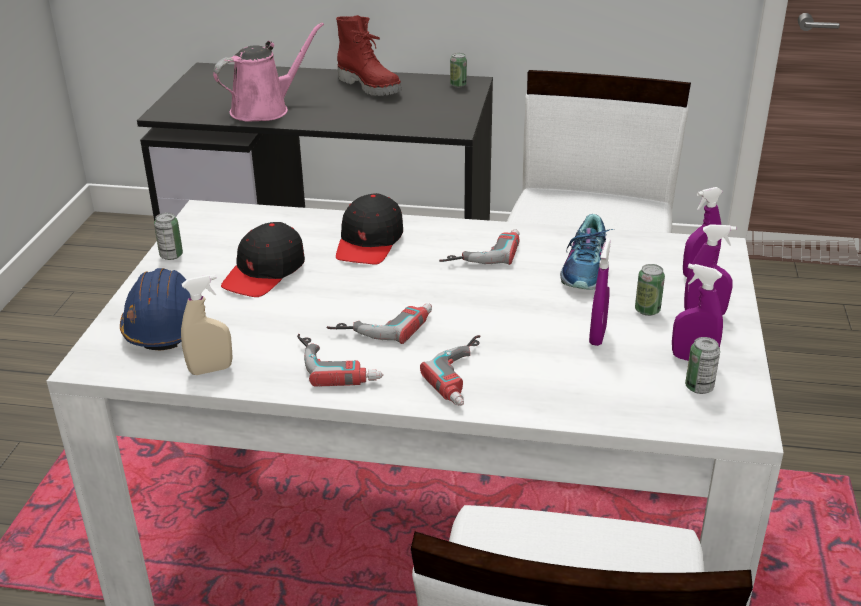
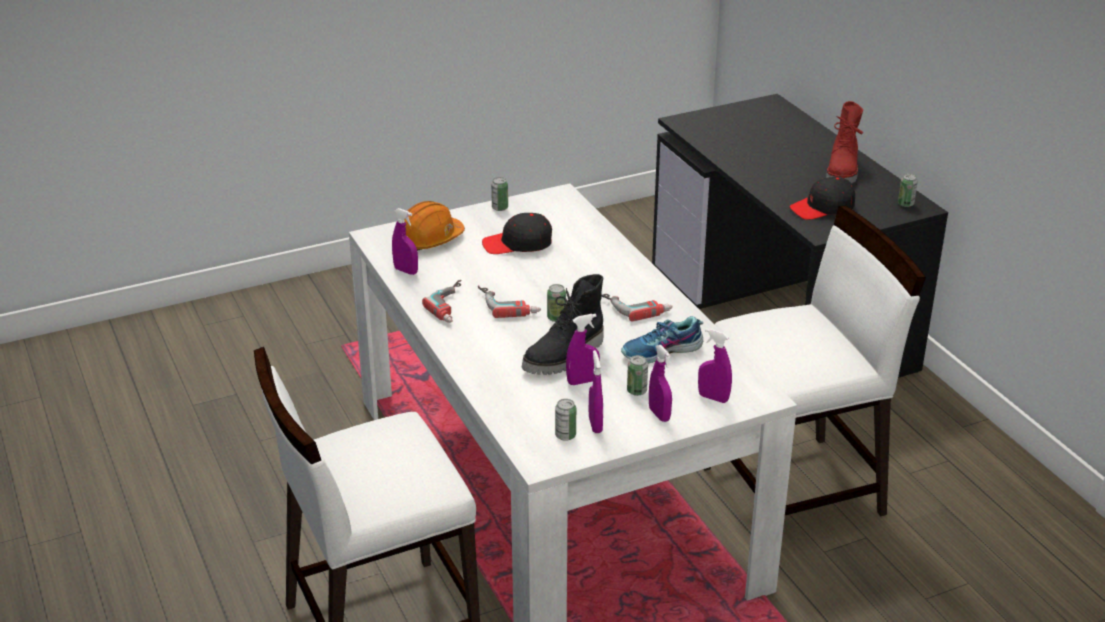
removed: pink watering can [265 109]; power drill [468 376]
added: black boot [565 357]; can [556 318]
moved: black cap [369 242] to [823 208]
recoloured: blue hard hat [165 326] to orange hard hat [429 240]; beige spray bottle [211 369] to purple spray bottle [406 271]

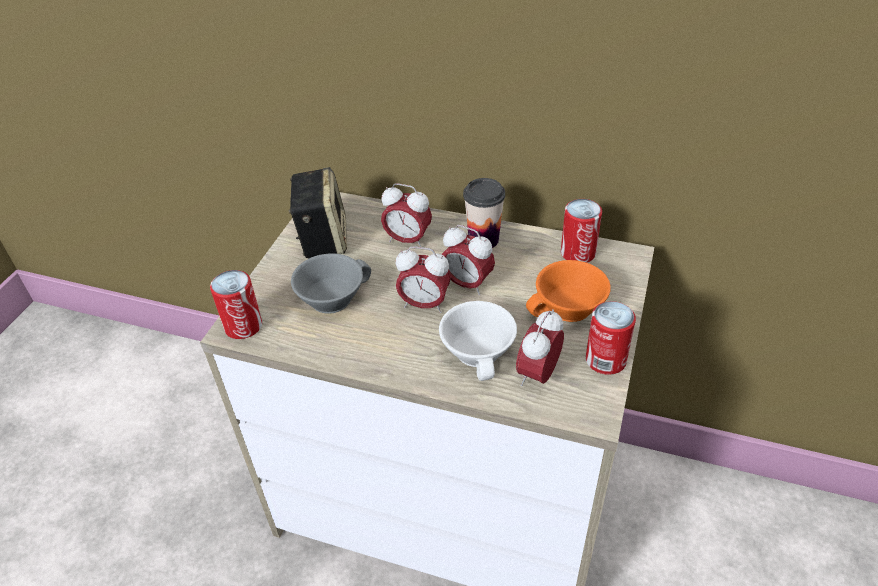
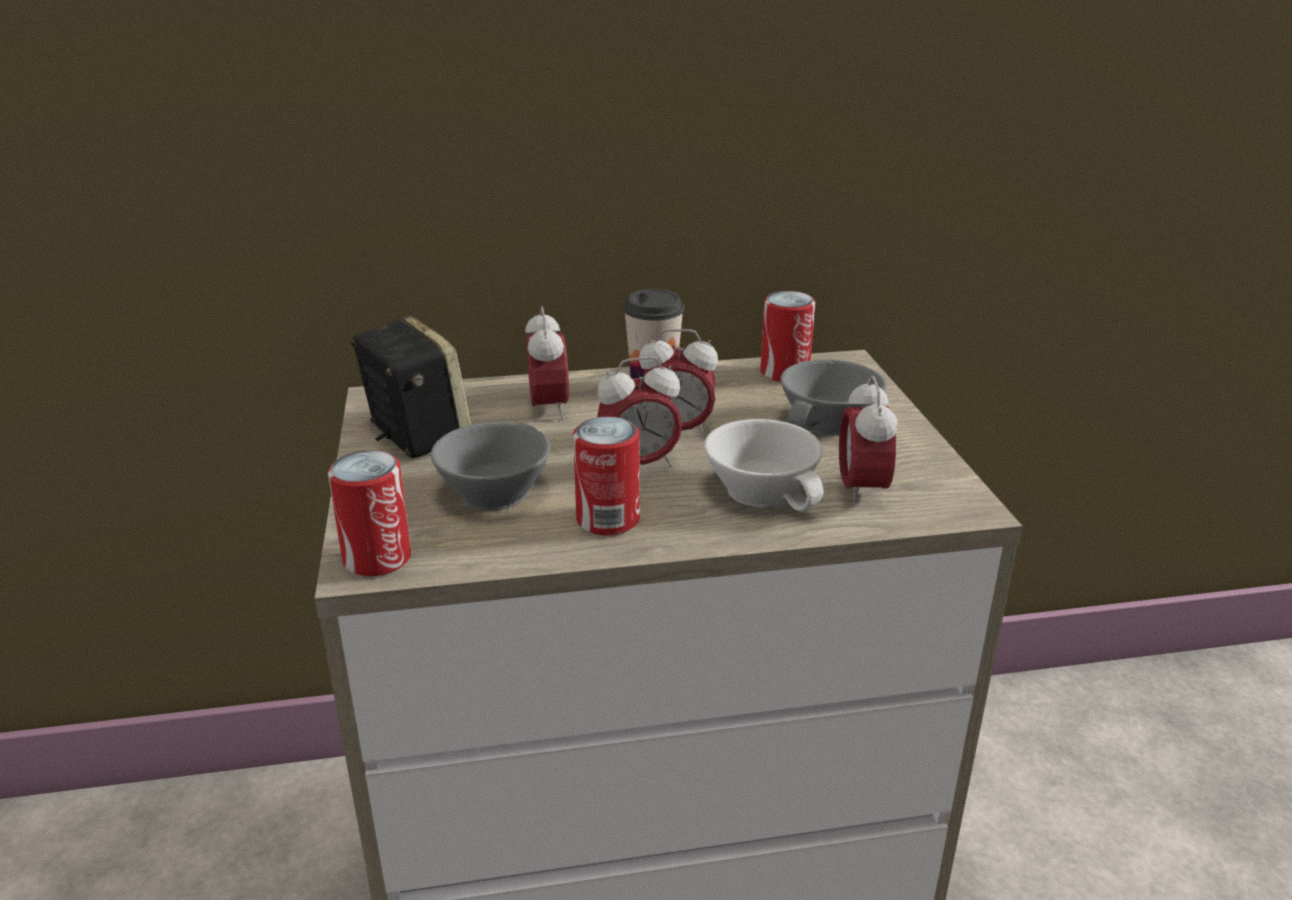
moved: can [605 360] to [608 519]
recoloured: orange cup [569 309] to grey cup [831 423]
turned: alarm clock [407 240] = [548 409] 90 degrees counterclockwise

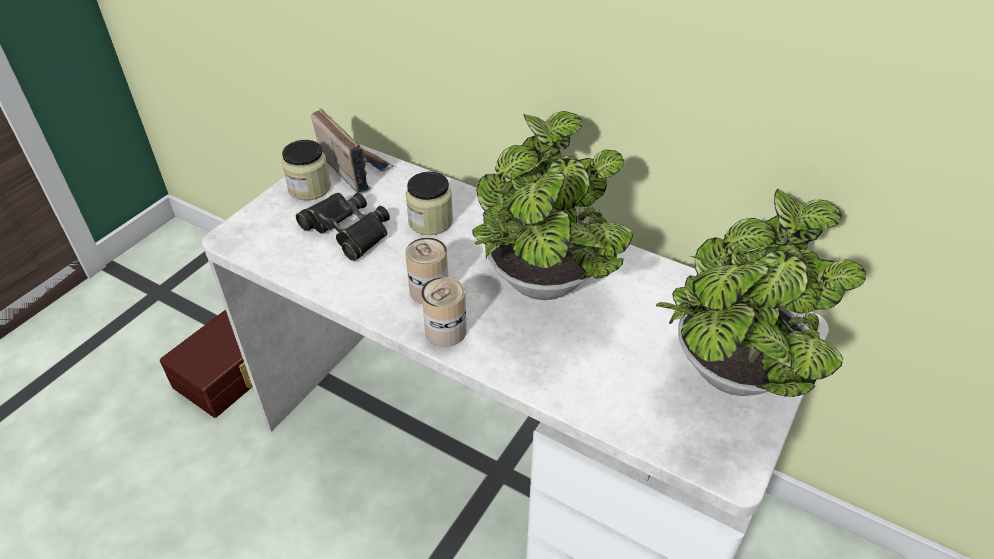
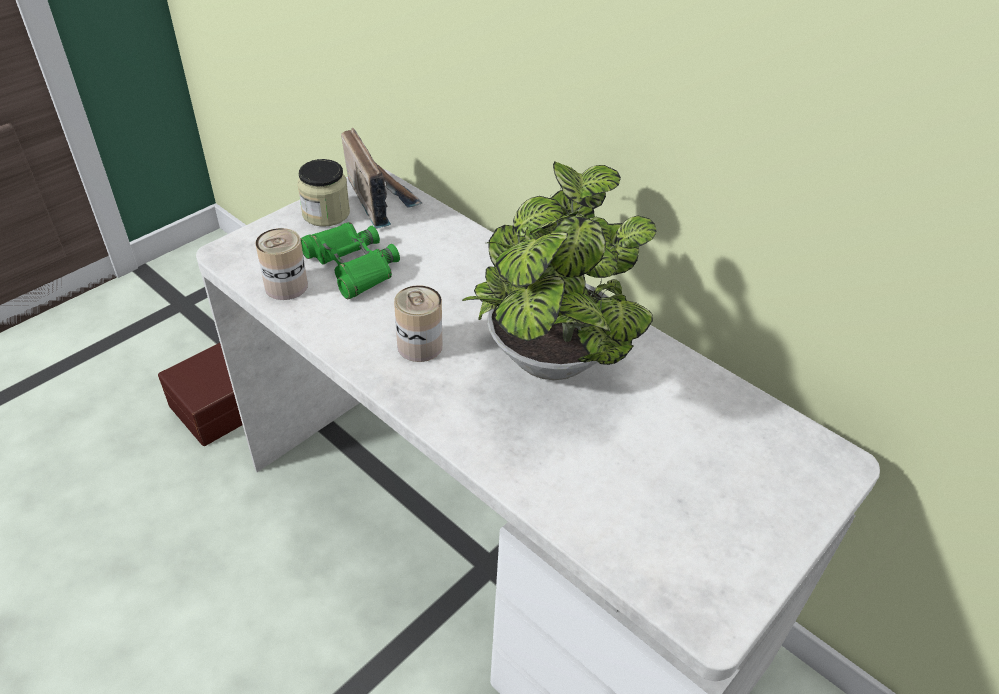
removed: jar [430 221]; potted plant [730 377]
moved: can [445 331] to [286 286]
recoloured: black binoculars [347 231] to green binoculars [351 266]

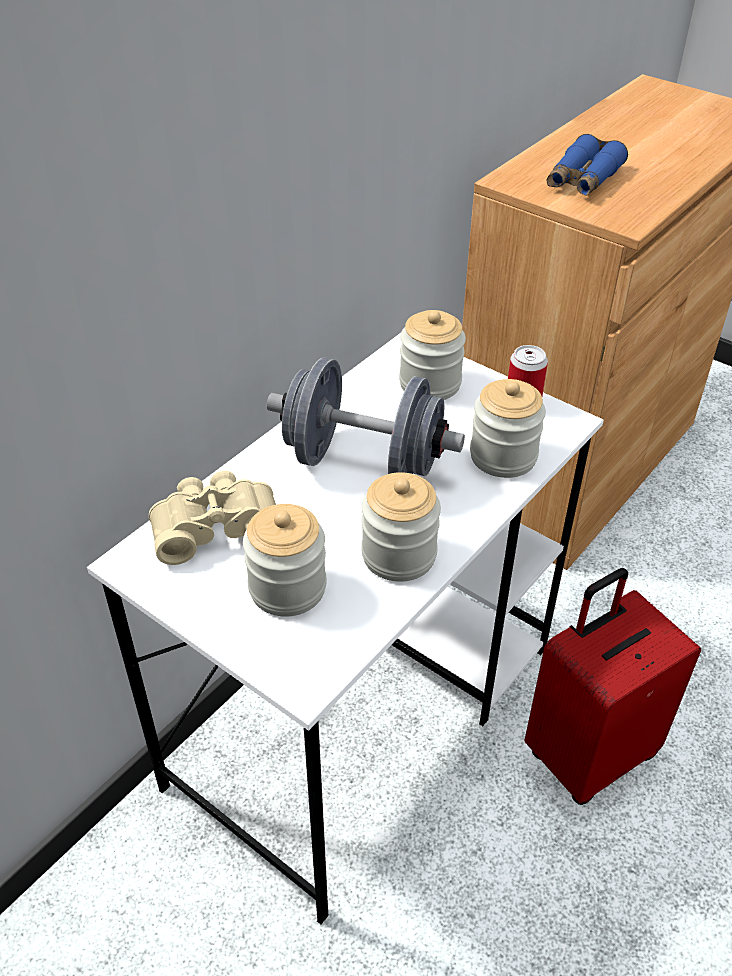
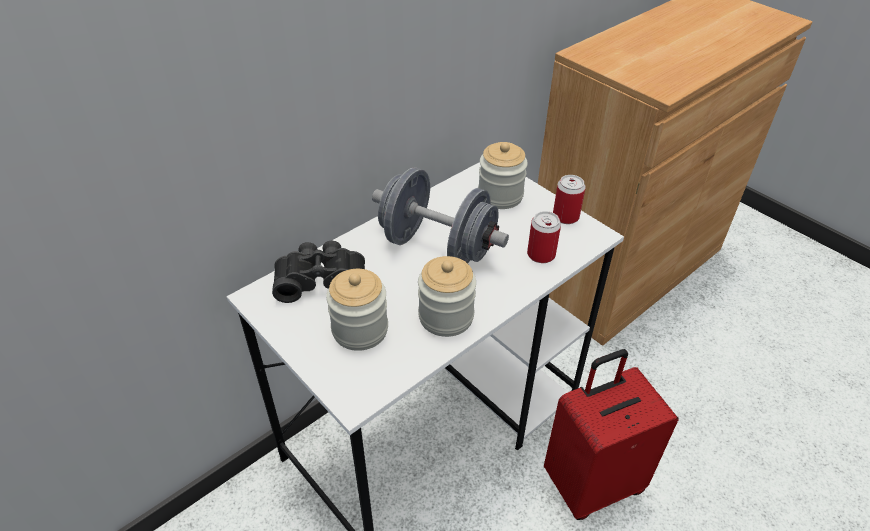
removed: blue binoculars [583 179]
replaced: jar [503 456] to can [541 254]
recoloured: beige binoculars [215 526] to black binoculars [321 279]

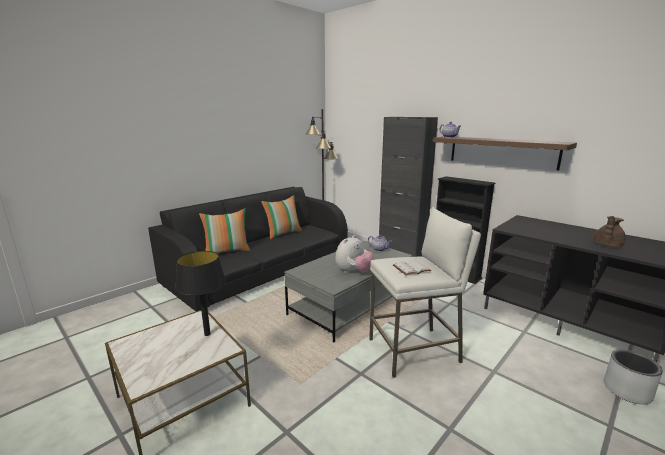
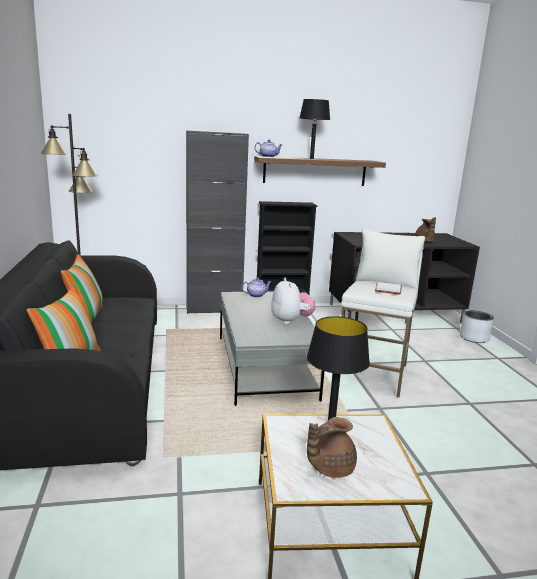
added: black table lamp [311 158]; brown teapot [329 468]

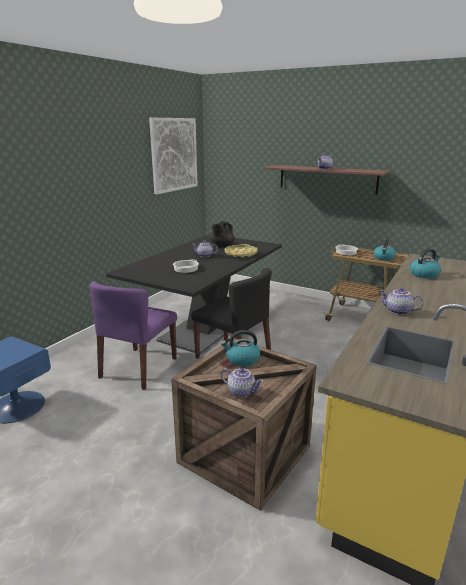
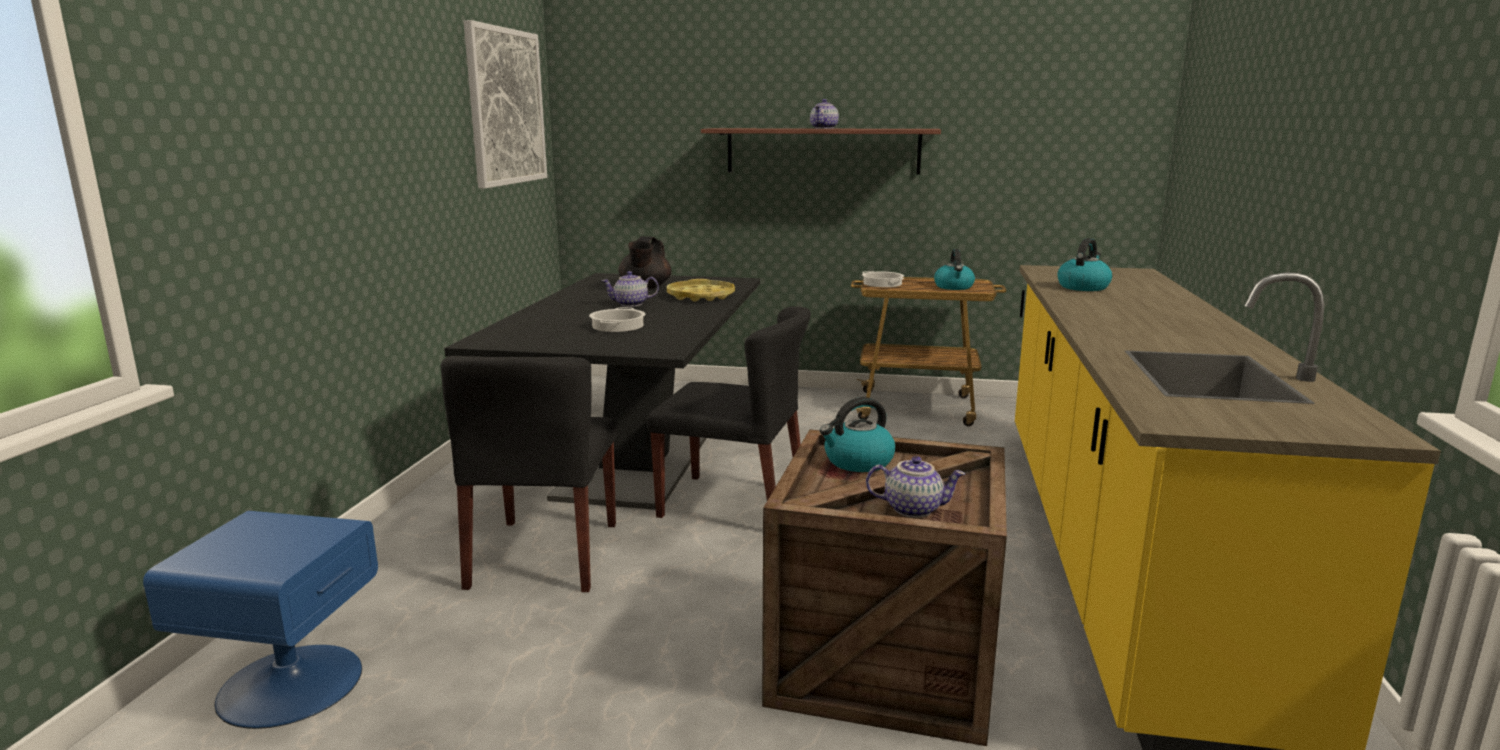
removed: teapot [397 311]
recoloured: purple chair [138 368] to black chair [545 555]

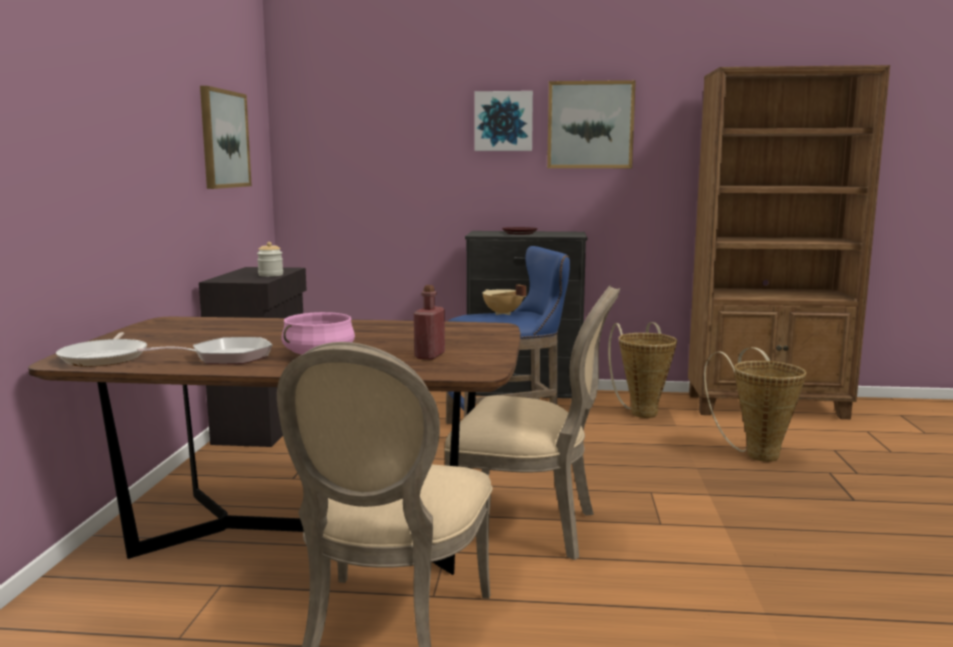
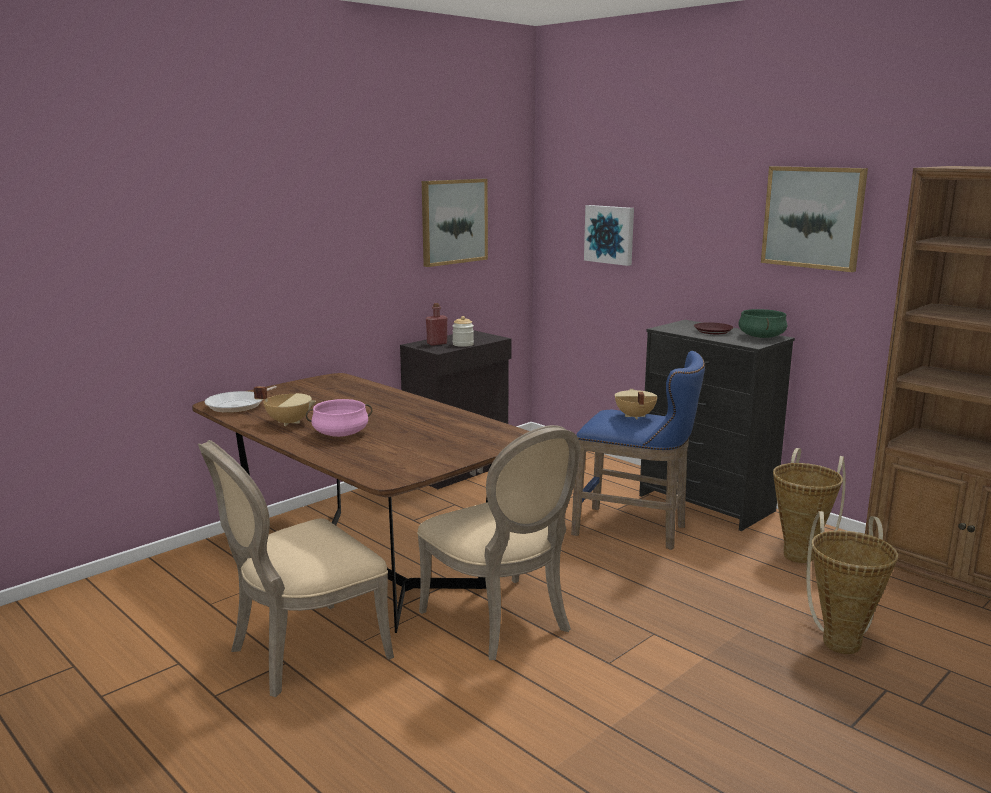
added: green cooking pot [761 336]
moved: picture [503 121] to [610 234]; red bottle [429 356] to [437 343]
replaced: frying pan [225 357] to beige cooking pot [289 422]

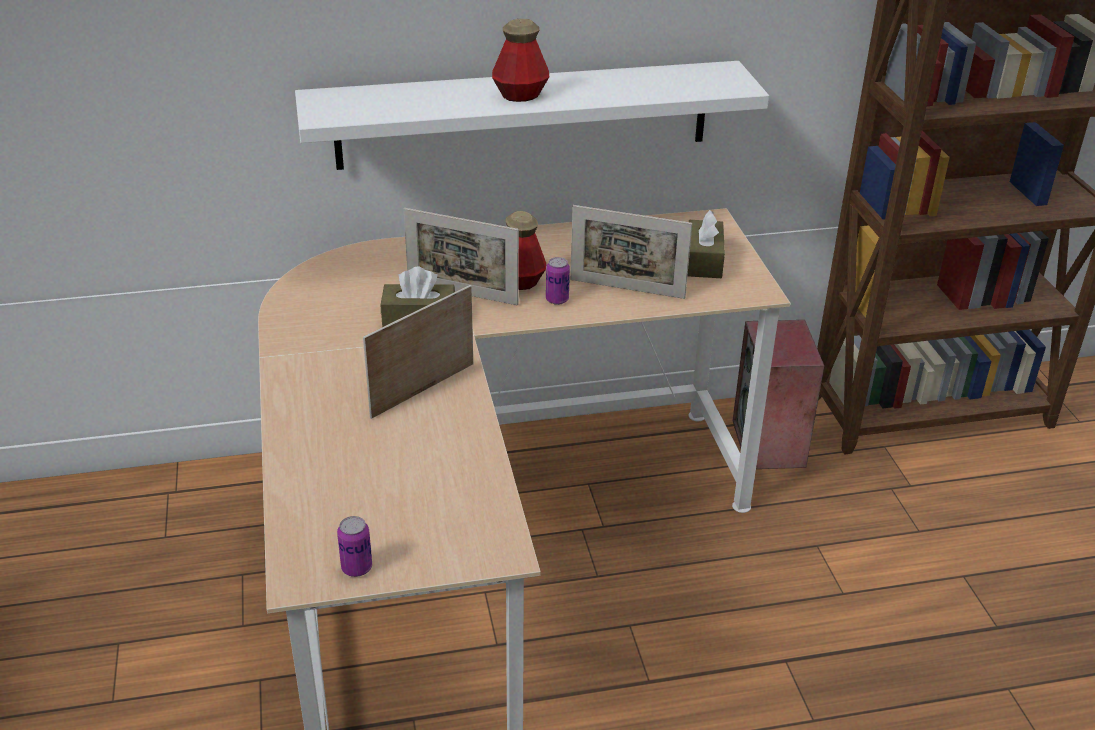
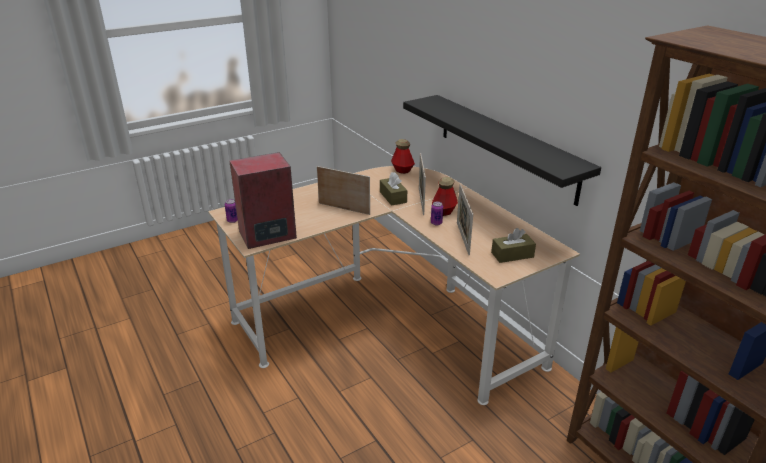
moved: bottle [520 95] to [402 170]; speaker [770 444] to [267 235]
recoloured: white shelf [523 115] to black shelf [505 146]

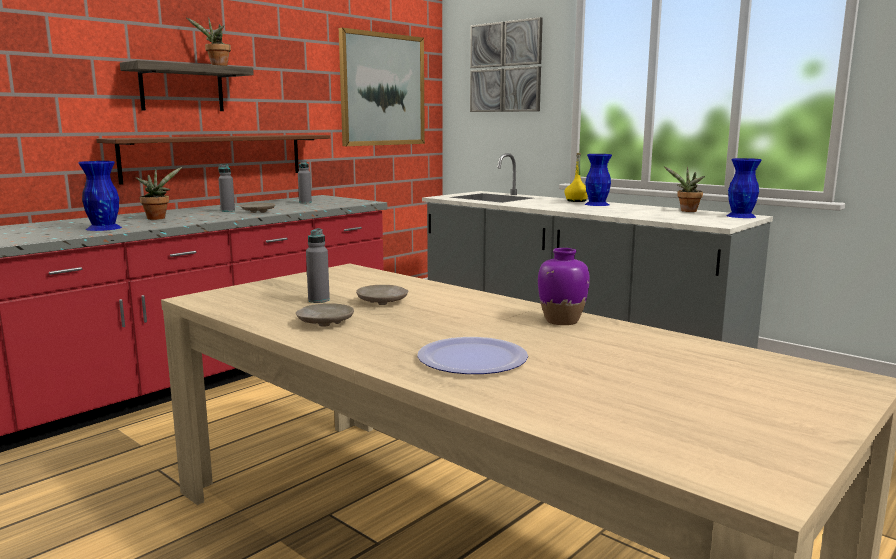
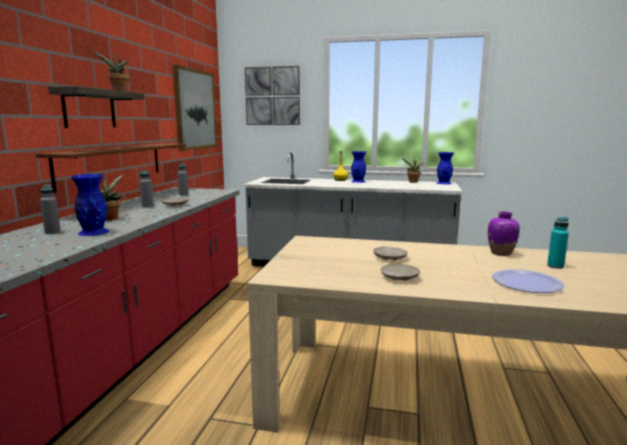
added: turquoise bottle [555 266]
moved: grey bottle [318 300] to [52 232]

